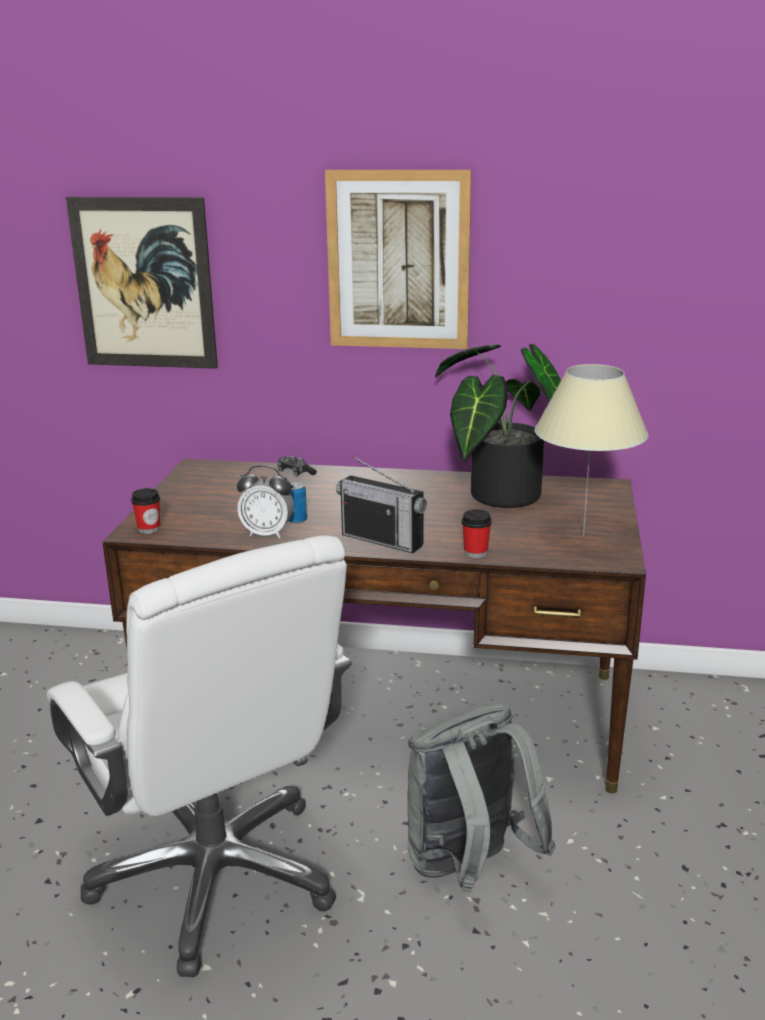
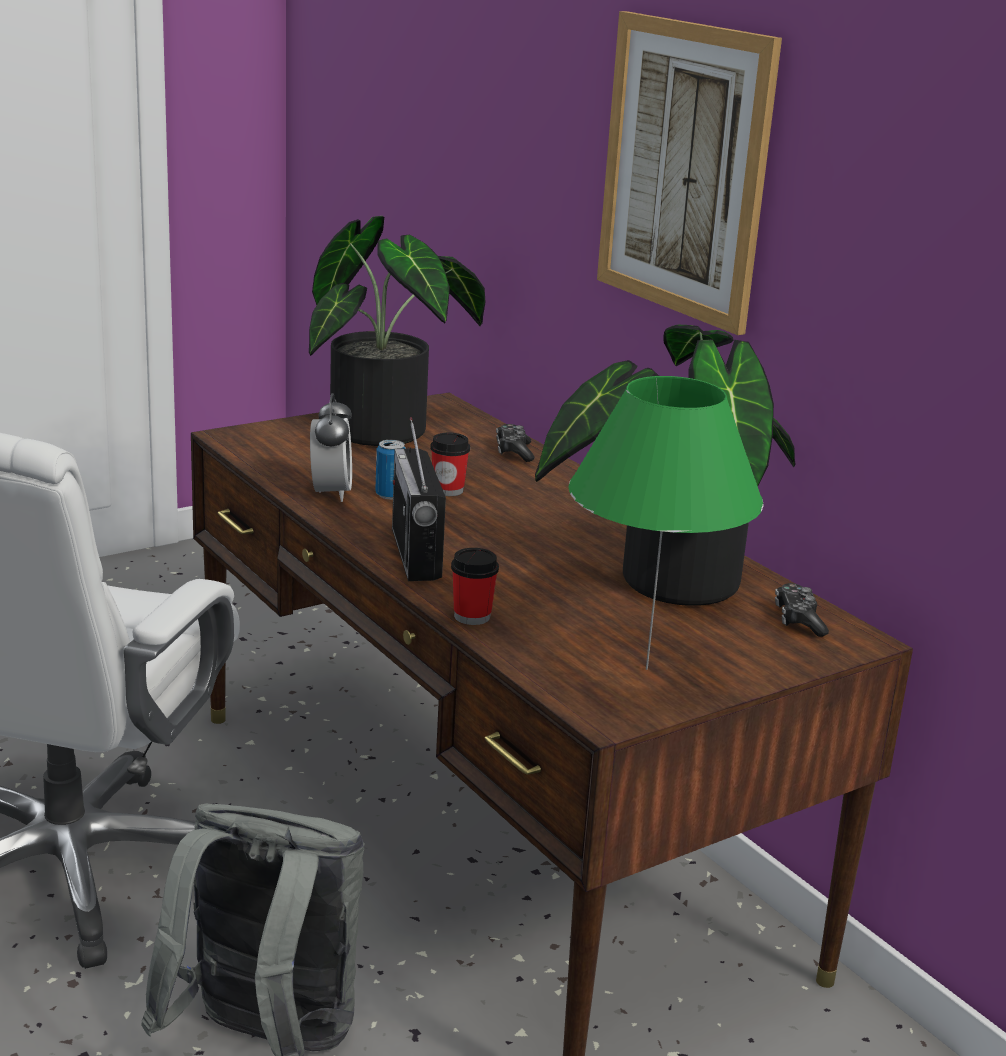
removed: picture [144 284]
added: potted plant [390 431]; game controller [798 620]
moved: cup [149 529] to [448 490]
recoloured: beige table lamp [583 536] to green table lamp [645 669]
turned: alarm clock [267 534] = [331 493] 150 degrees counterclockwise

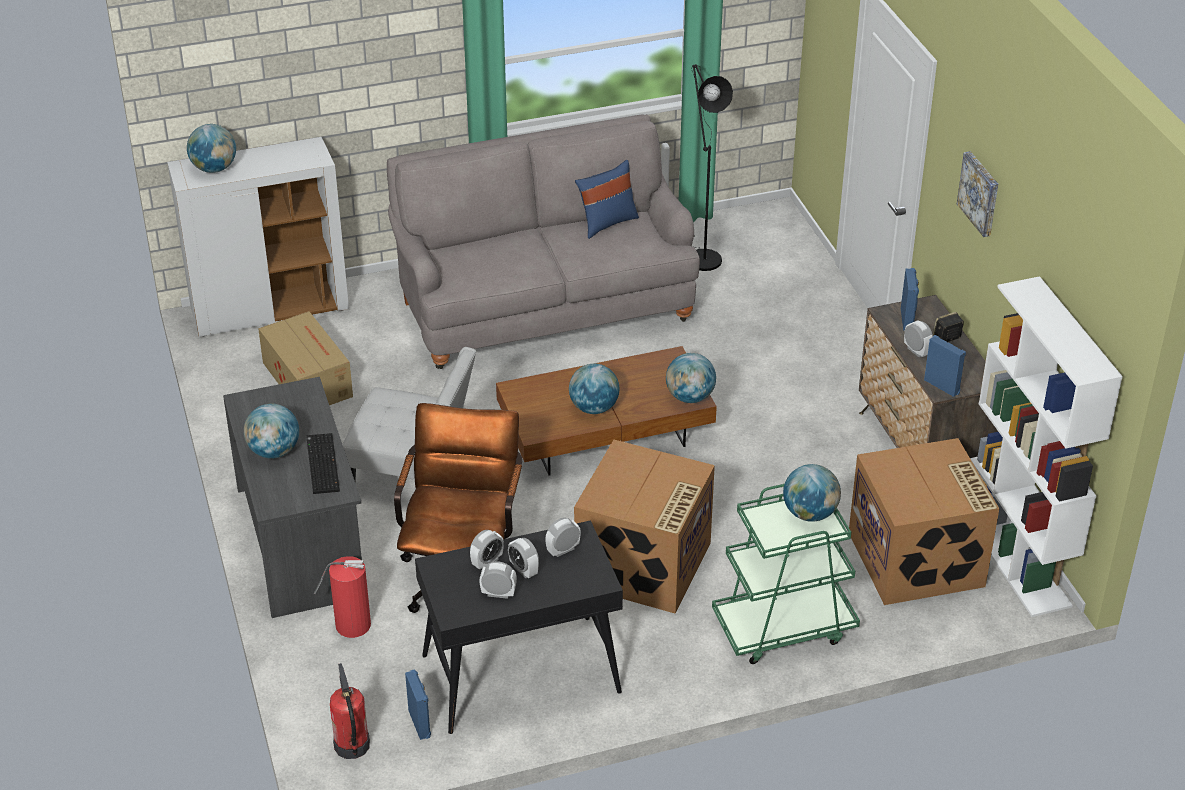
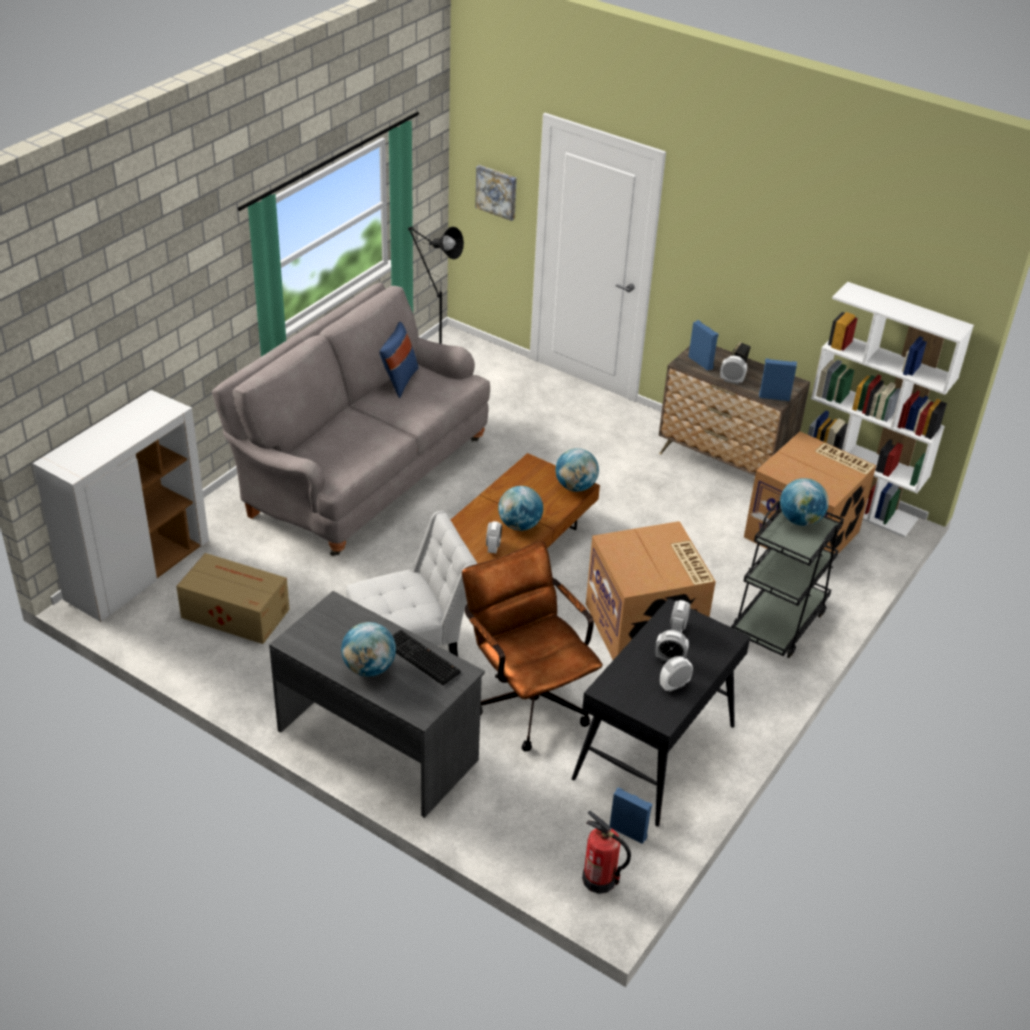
removed: globe [214 168]; fire extinguisher [351 624]
moved: picture [980 193] to [497 192]; alarm clock [487 562] to [493 547]
recoloured: green cart [783 627] to black cart [778 622]

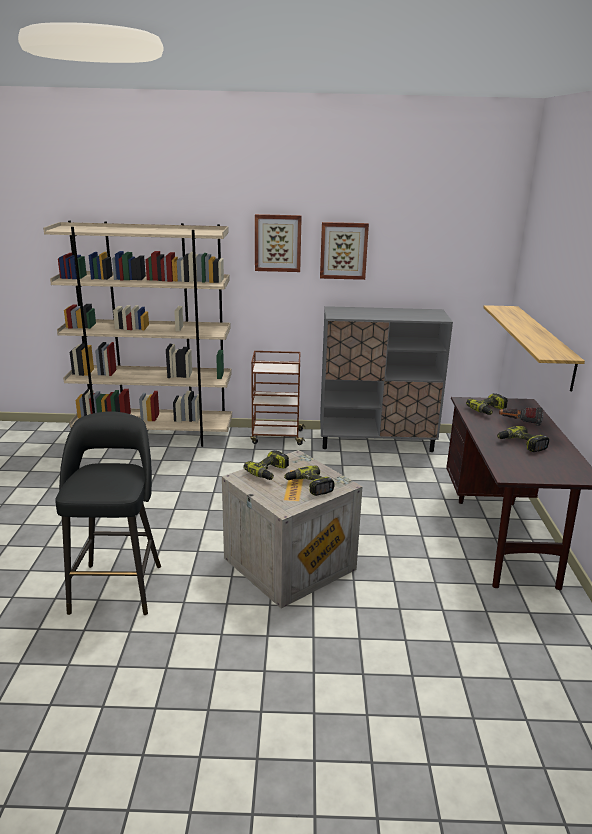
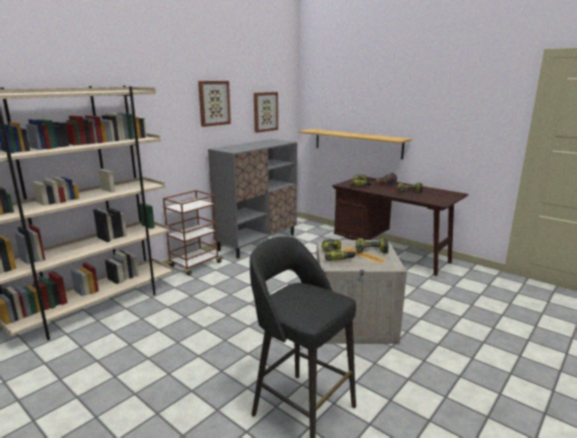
moved: picture [278 243] to [265 111]

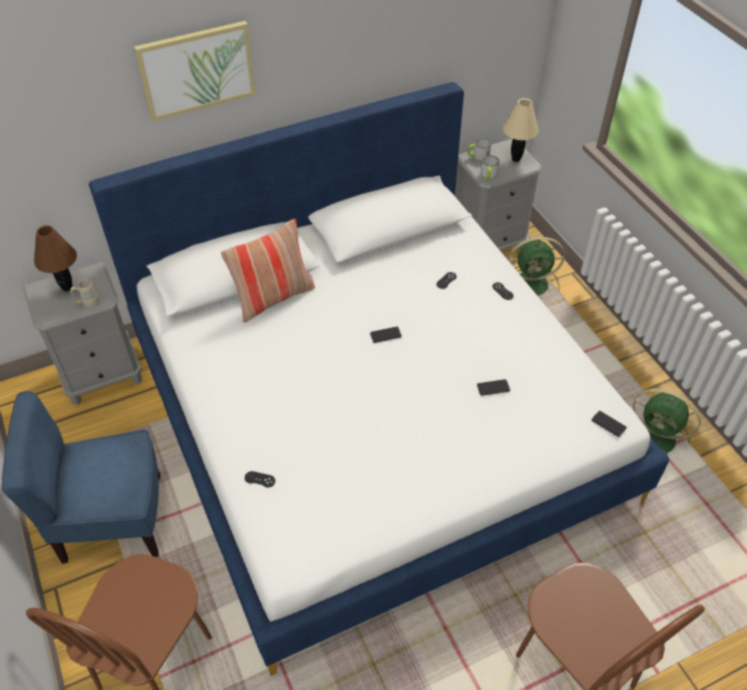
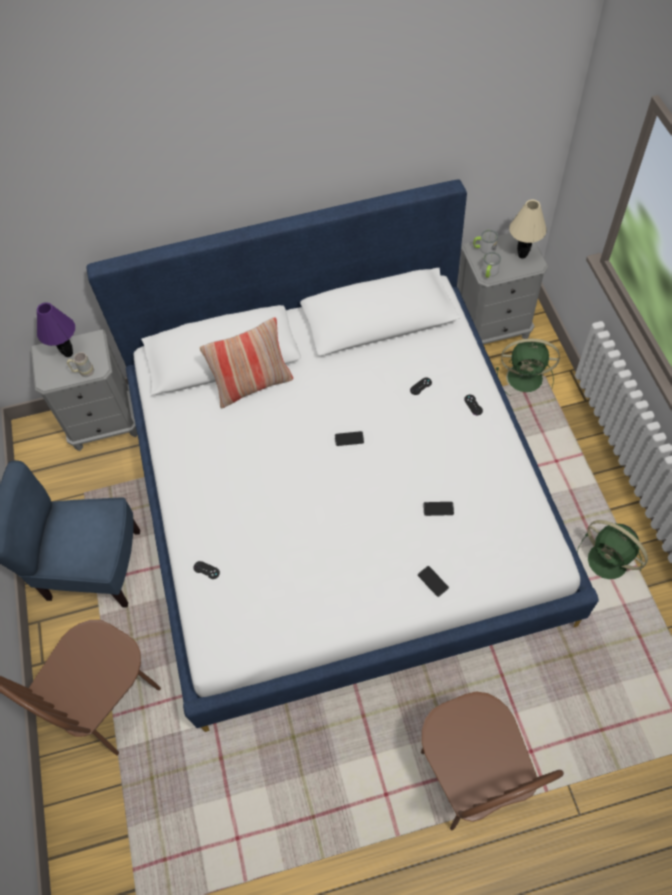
removed: picture [197 70]
moved: phone [608 424] to [433 581]
recoloured: brown table lamp [67 288] to purple table lamp [69 353]

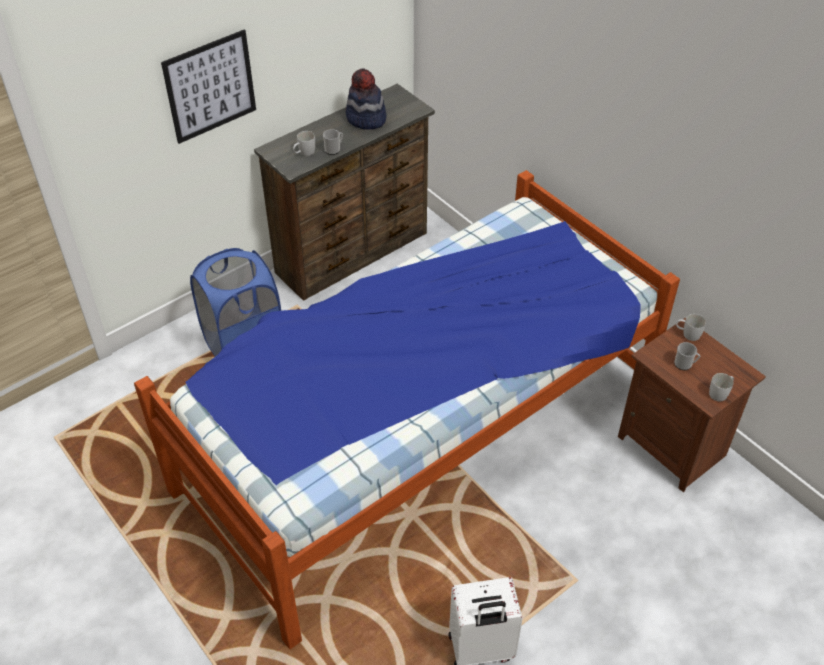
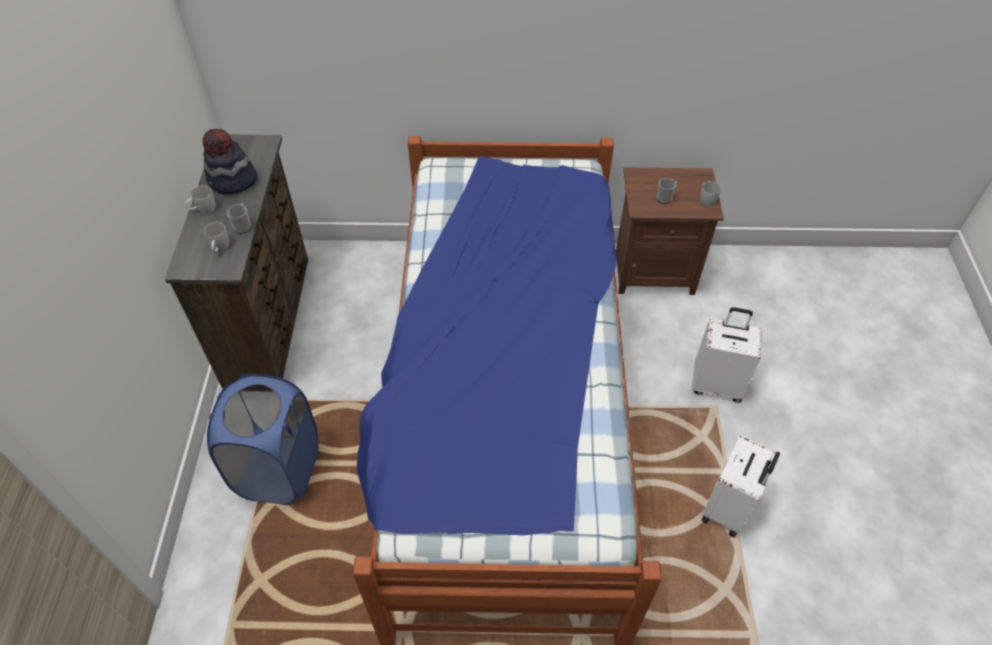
removed: picture [210 86]
added: white suitcase [716 384]
moved: white mug [687 334] to [203 209]

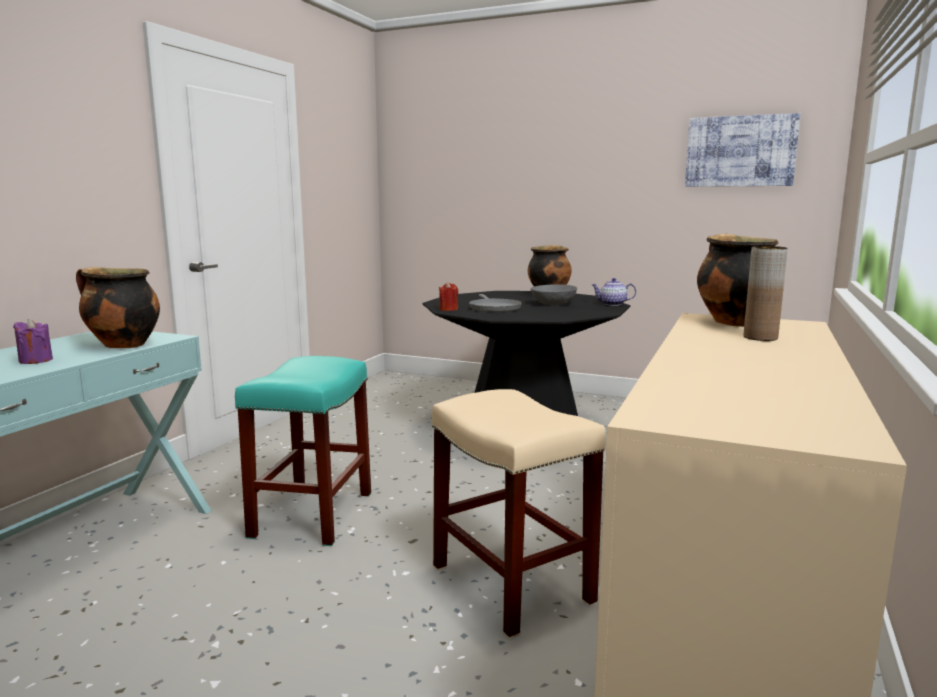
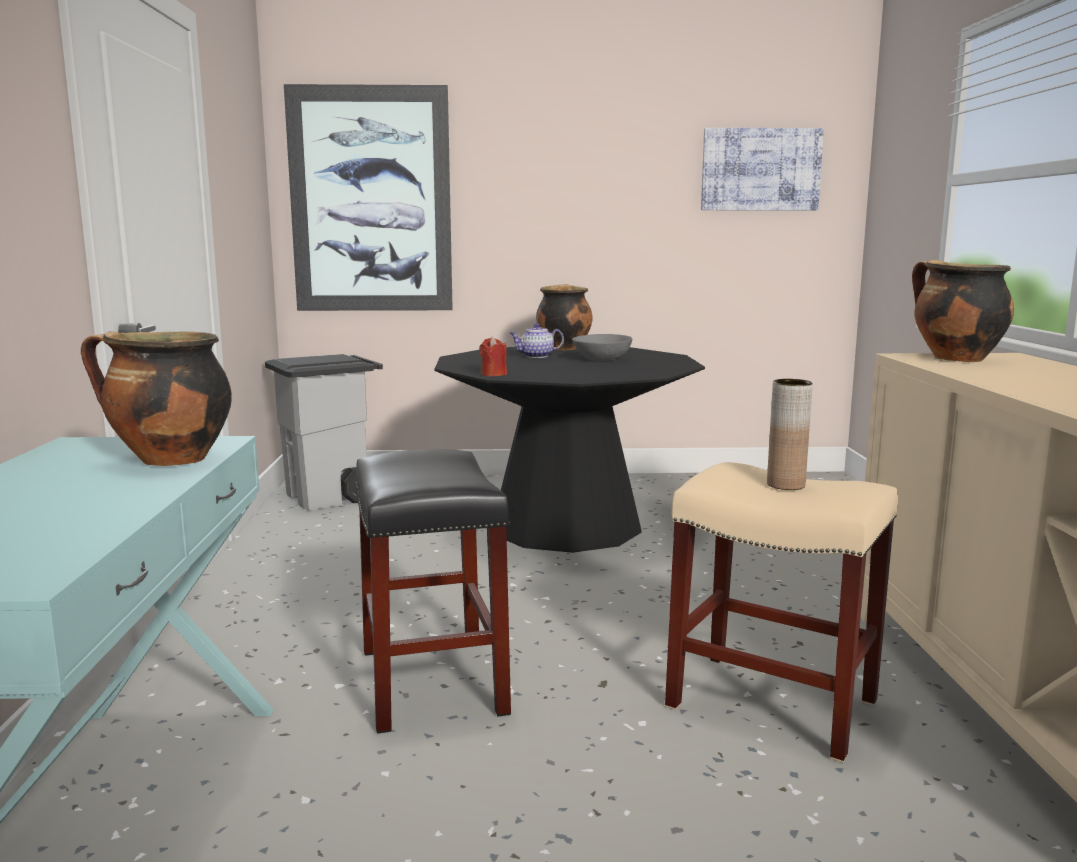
removed: grey frying pan [494 308]; purple candle [36 360]
added: picture [371 200]; grey trash can [330 497]
moved: brown vase [760 337] to [786 485]; teapot [612 304] to [536 356]
recoloured: turquoise stool [313 515] to black stool [433 681]

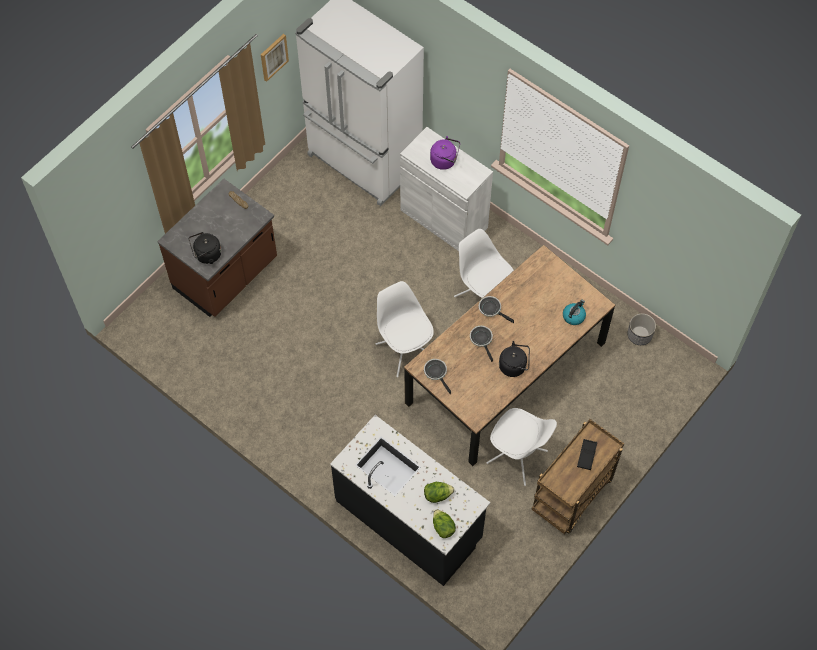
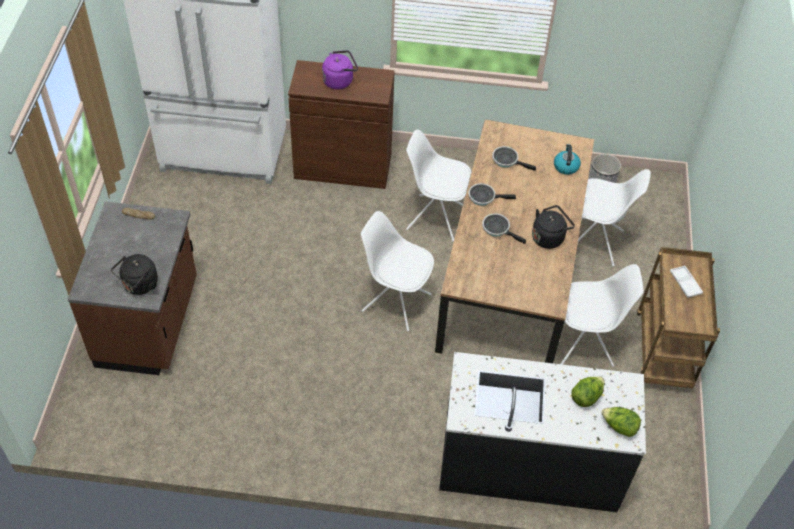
removed: picture [273 57]
added: white chair [595 242]
moved: frying pan [436 373] to [507 160]
recoloured: white cabinet [444 219] to brown cabinet [343 167]; black tray [586 455] to white tray [685 283]

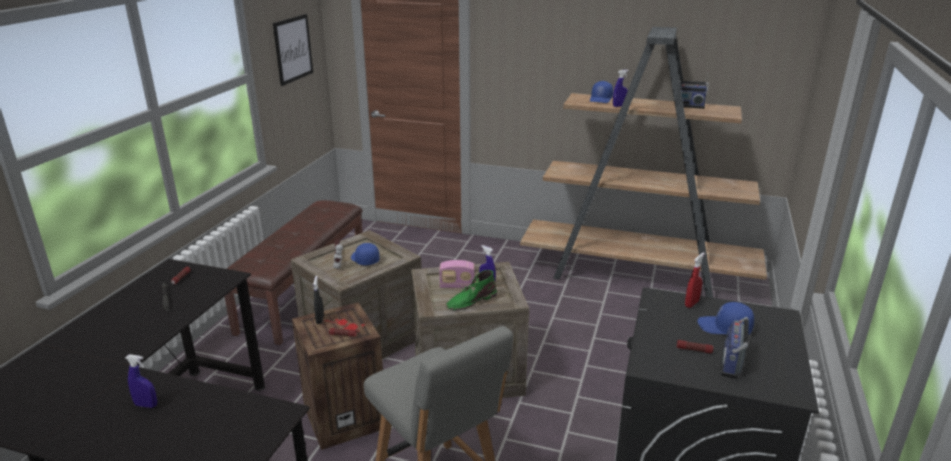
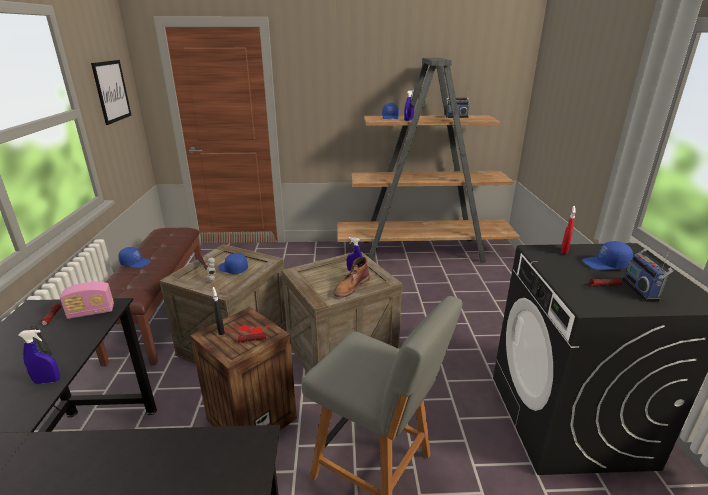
added: blue cap [136 263]
moved: radio [457 286] to [91 312]; blue spray bottle [146 405] to [47 381]
recoloured: green boot [471 300] to brown boot [351 286]

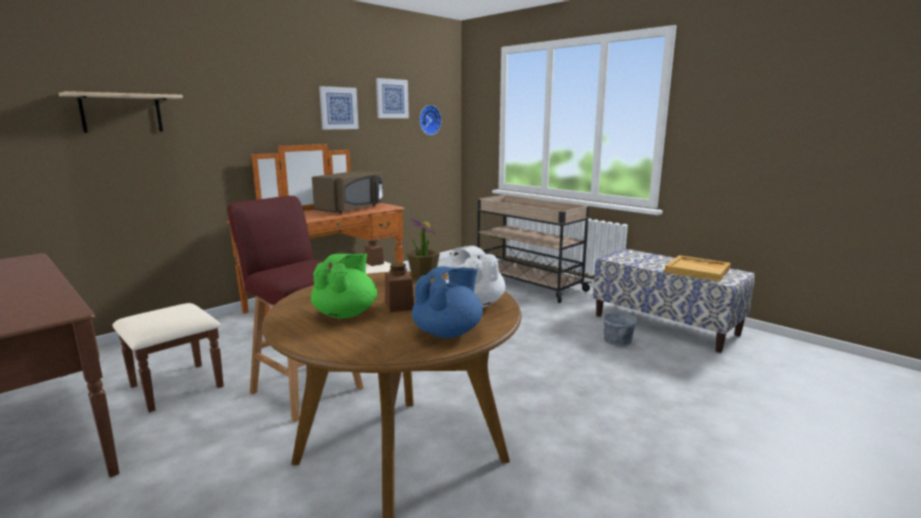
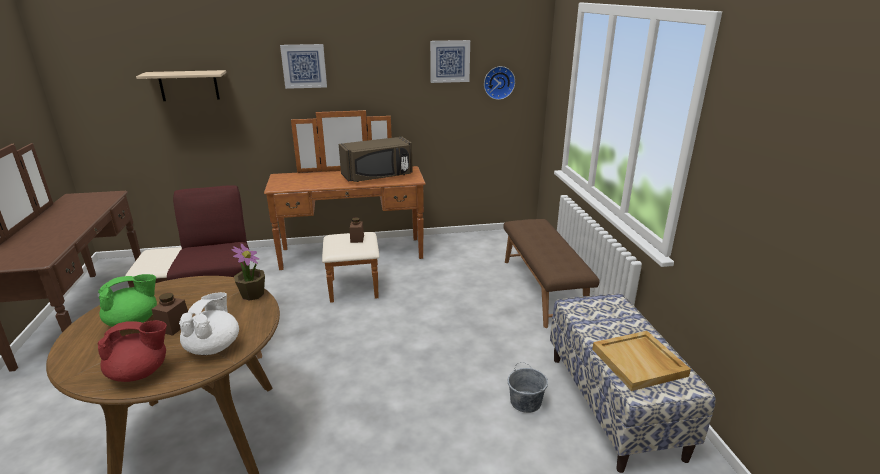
moved: picture [338 108] to [304 66]
replaced: beige cart [526 284] to brown bench [543 289]
recoloured: blue teapot [448 333] to red teapot [140 373]

